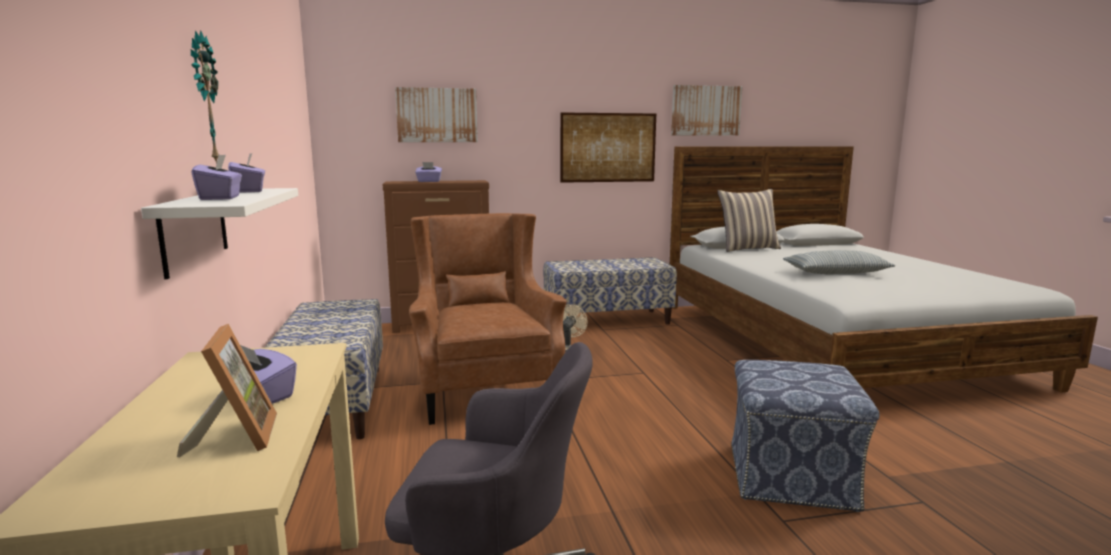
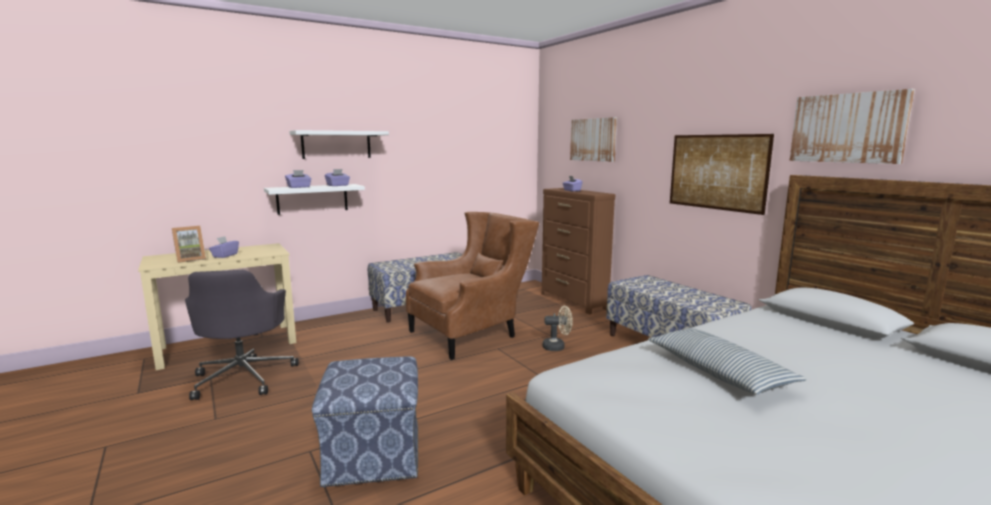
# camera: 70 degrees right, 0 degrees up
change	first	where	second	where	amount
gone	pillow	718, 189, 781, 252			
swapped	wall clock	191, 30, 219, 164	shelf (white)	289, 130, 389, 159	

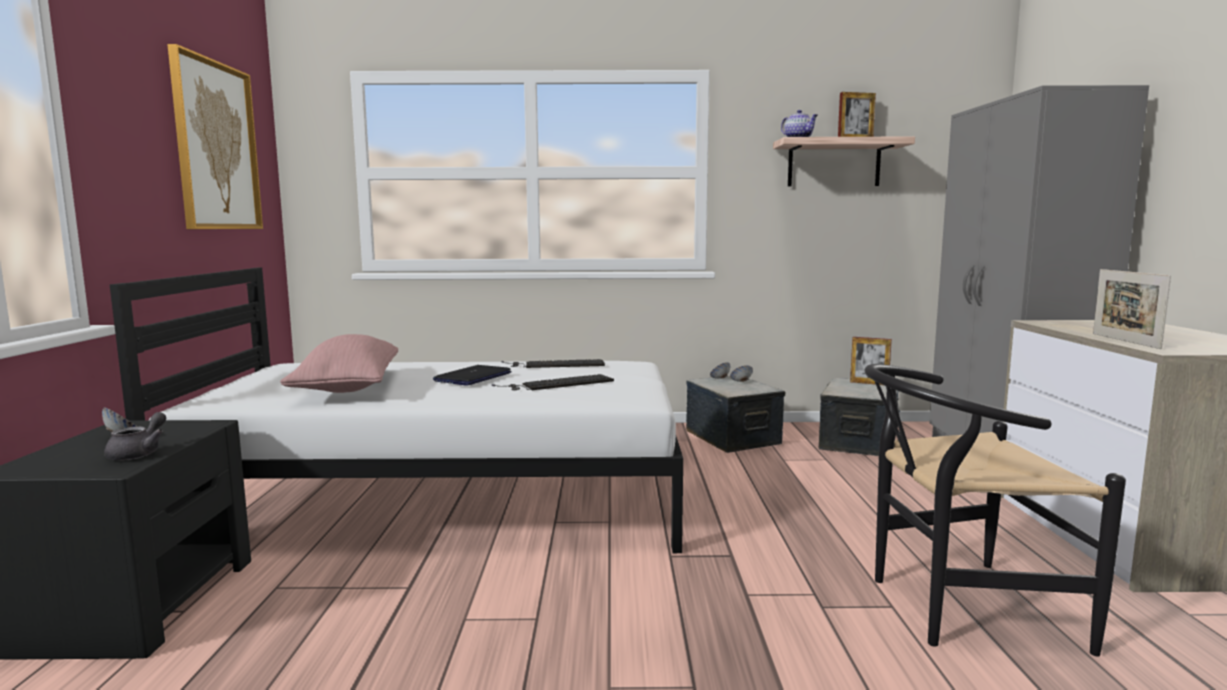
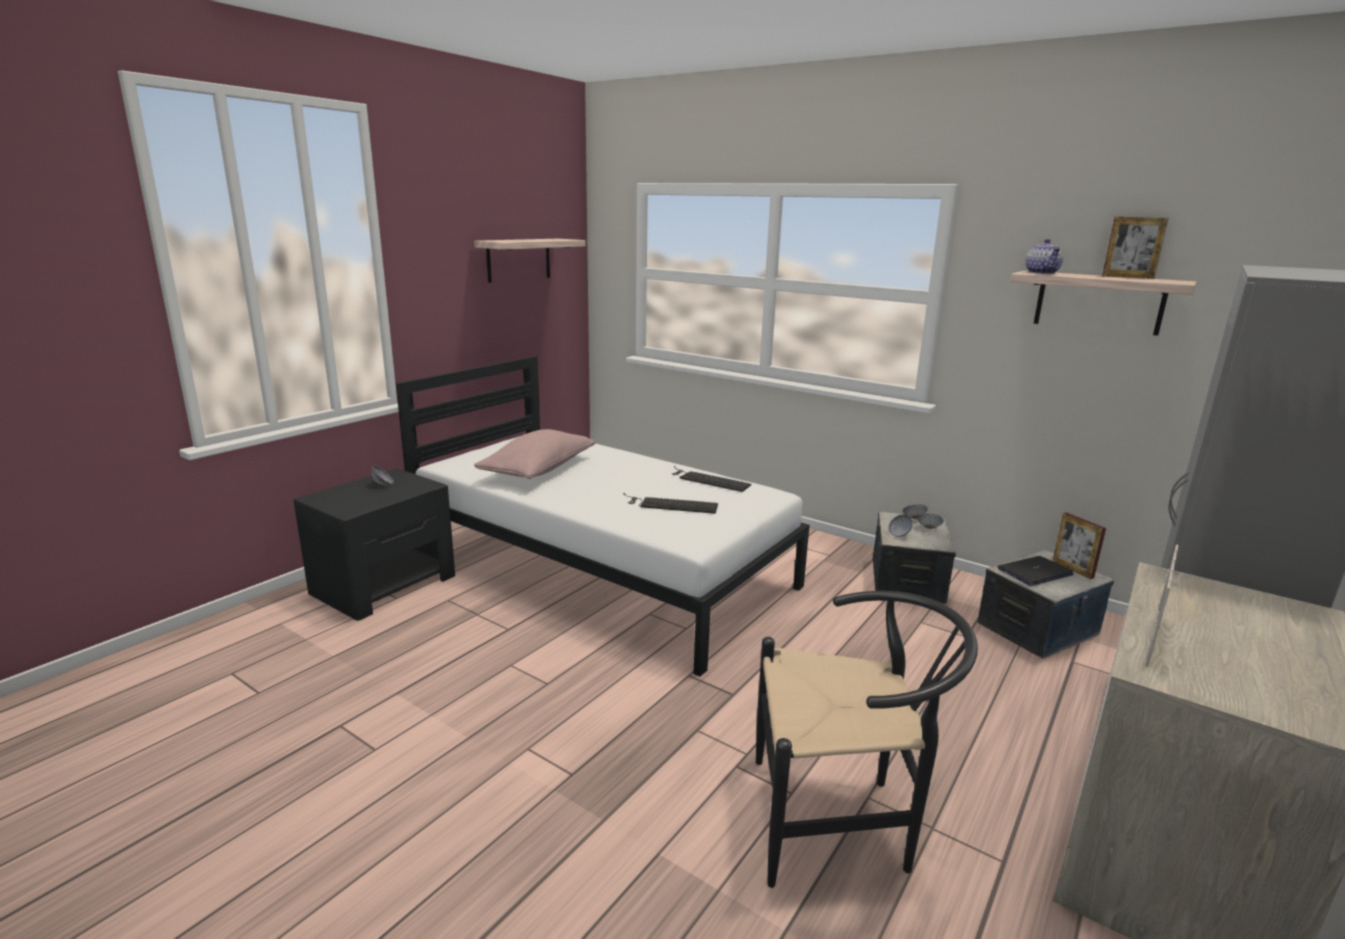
# camera: 35 degrees right, 10 degrees up
change	first	where	second	where	amount
gone	teapot (grey)	104, 412, 166, 460			
new			bowl	888, 514, 913, 537	
shifted	laptop	433, 365, 512, 386		997, 556, 1074, 586	
swapped	picture	167, 44, 263, 229	shelf	474, 239, 586, 283	
rotated	chair (black)	864, 364, 1126, 657		756, 591, 978, 888	150 degrees clockwise

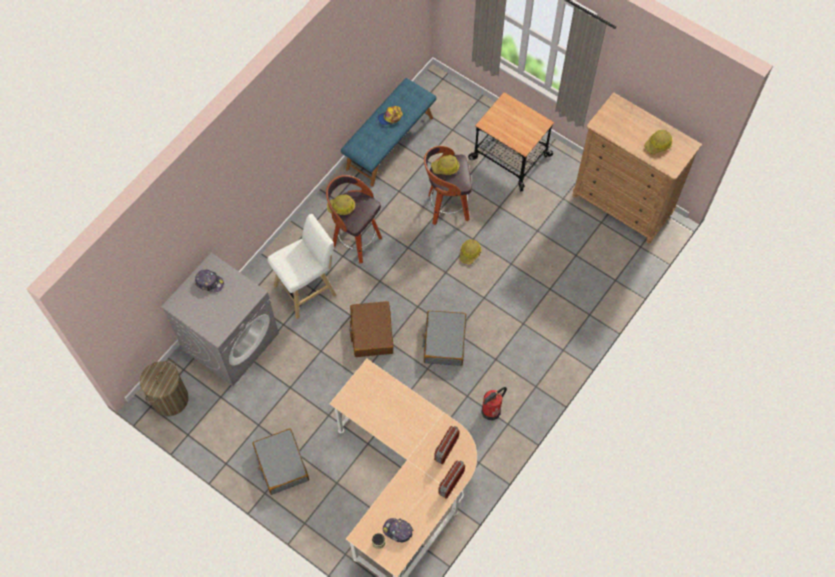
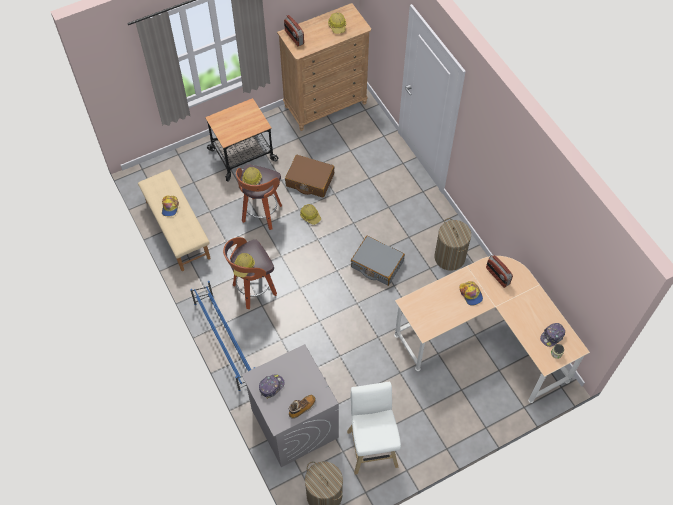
# camera: 65 degrees left, 5 degrees down
change	first	where	second	where	amount
gone	suitcase (grey)	253, 428, 309, 495			
new			shoe rack (blue)	190, 281, 255, 391	
new			boot	289, 395, 316, 419	
new			cap	459, 281, 483, 306	
shifted	stool (white)	267, 214, 336, 319		347, 381, 401, 475	
shifted	suitcase (brown)	349, 301, 393, 357		285, 155, 334, 198	
shifted	radio	438, 460, 465, 499		284, 15, 304, 46	
swapped	fire extinguisher	481, 387, 507, 420	laundry basket	435, 218, 471, 271	
repainted	bench (blue)	341, 78, 437, 187	bench (beige)	138, 170, 211, 271	

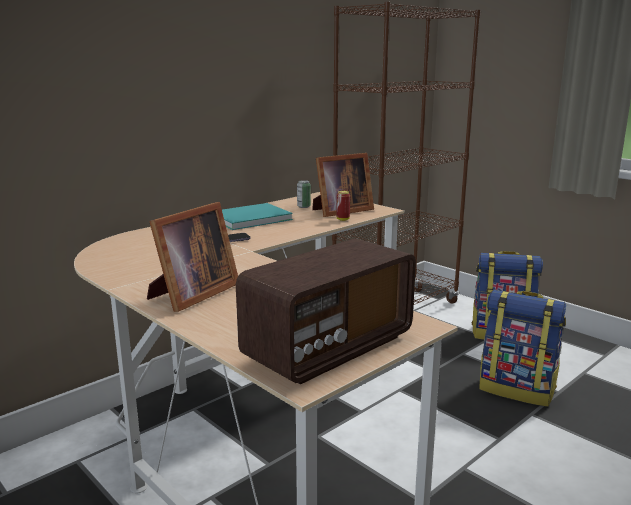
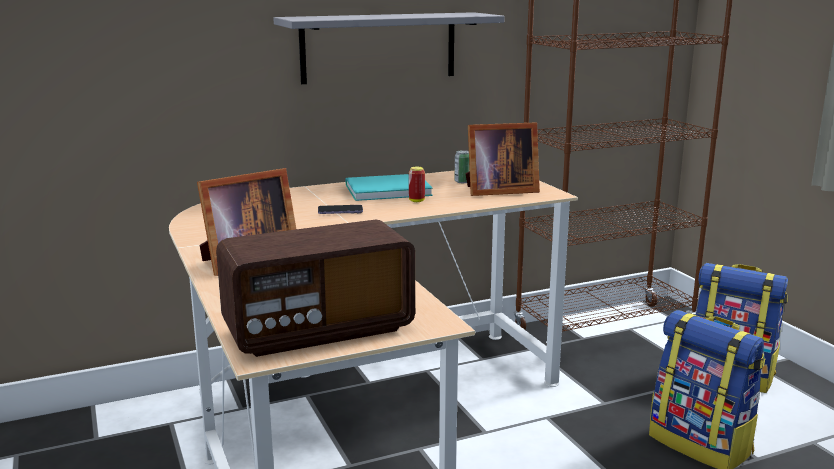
# camera: 20 degrees right, 0 degrees up
change	first	where	second	where	amount
new			shelf (grey)	273, 12, 505, 84	
shifted	can	337, 191, 350, 221		409, 167, 425, 202	

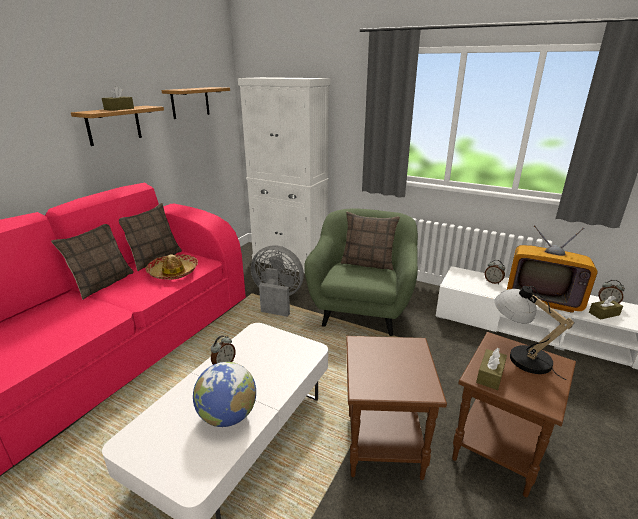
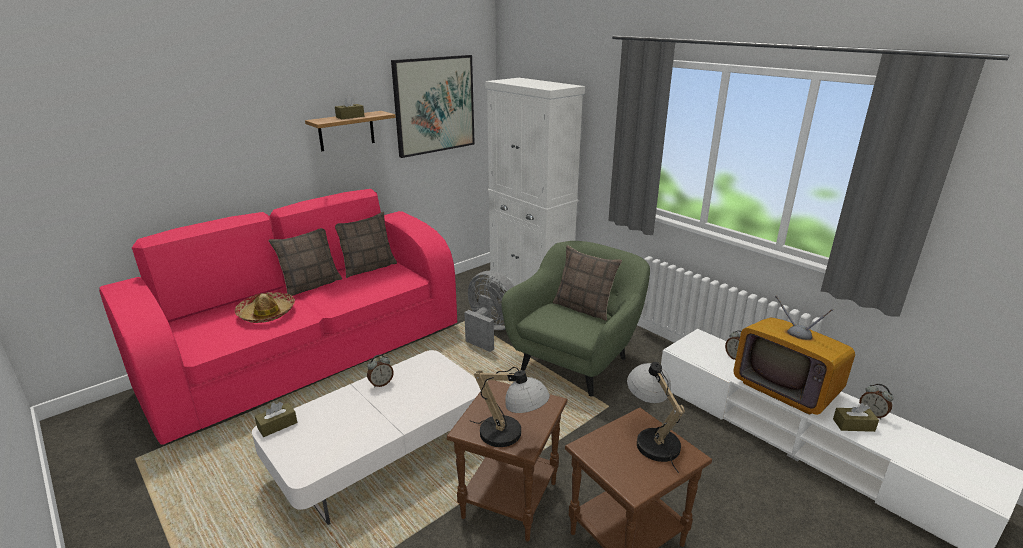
# camera: 20 degrees right, 0 degrees up
change	first	where	second	where	amount
gone	globe	193, 362, 256, 427			
new			table lamp	471, 367, 550, 447	
shifted	hat	146, 254, 198, 280		235, 292, 295, 323	
shifted	tissue box (brown)	476, 348, 507, 390		255, 402, 297, 437	
swapped	shelf	162, 87, 230, 119	picture	391, 55, 475, 158	

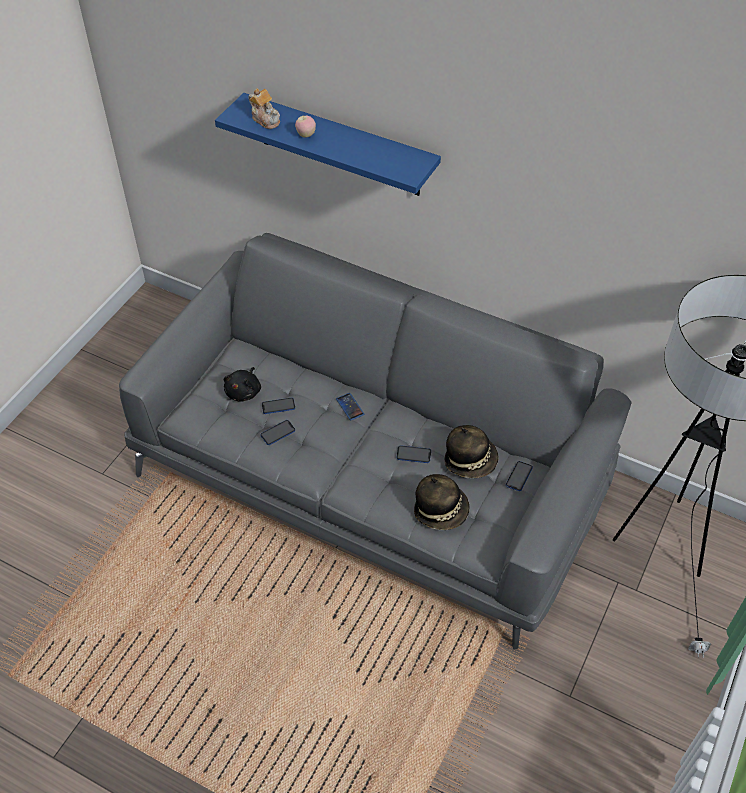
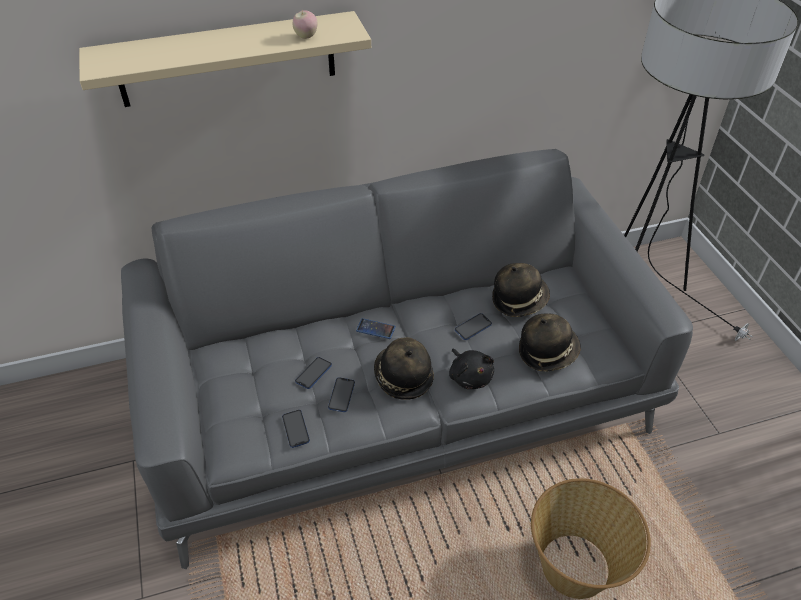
# camera: 45 degrees left, 5 degrees down
change	first	where	second	where	amount
gone	teapot	248, 88, 280, 129			
new			hat	374, 337, 434, 400	
new			basket	531, 478, 651, 599	
shifted	plush toy (black)	224, 367, 261, 402		449, 349, 494, 389	
shifted	apple	295, 116, 316, 138		293, 10, 317, 39	
shifted	phone	506, 461, 533, 491		282, 410, 310, 448	
repainted	shelf (blue)	215, 93, 441, 196	shelf (beige)	79, 11, 371, 107	

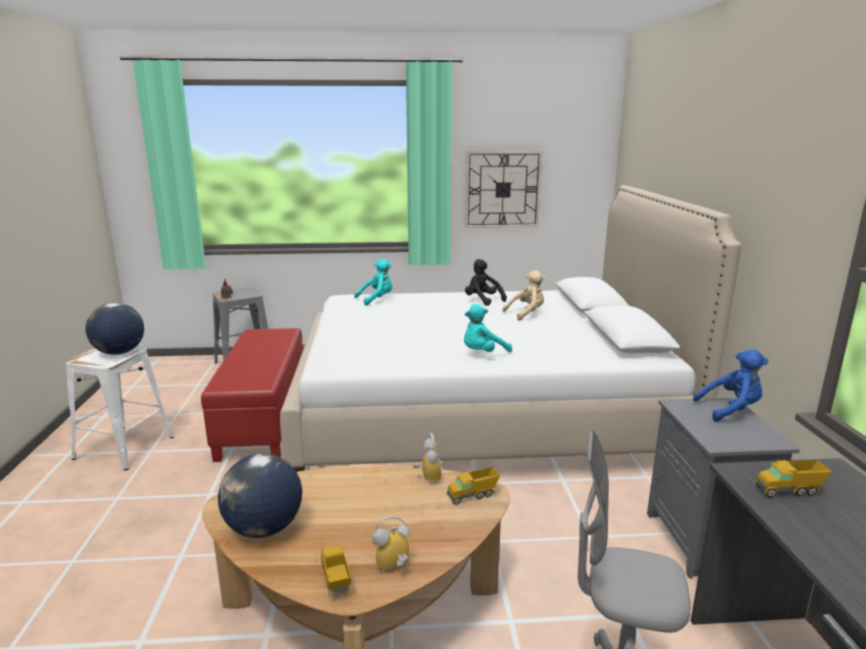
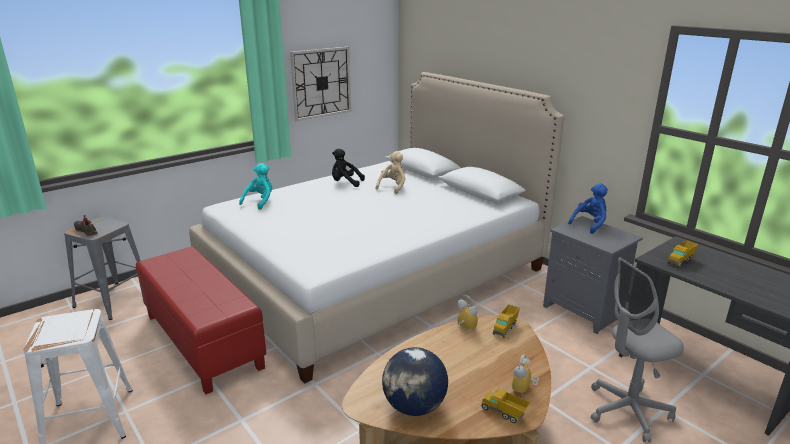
# camera: 35 degrees left, 5 degrees up
change	first	where	second	where	amount
gone	globe	85, 303, 144, 355			
gone	plush toy (turquoise)	464, 304, 512, 353			

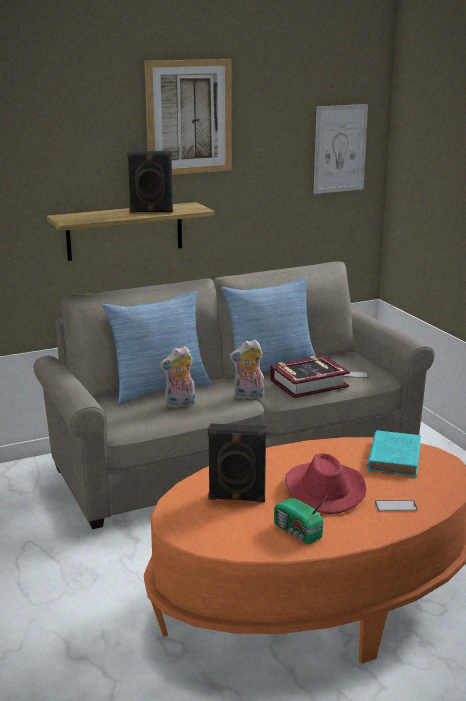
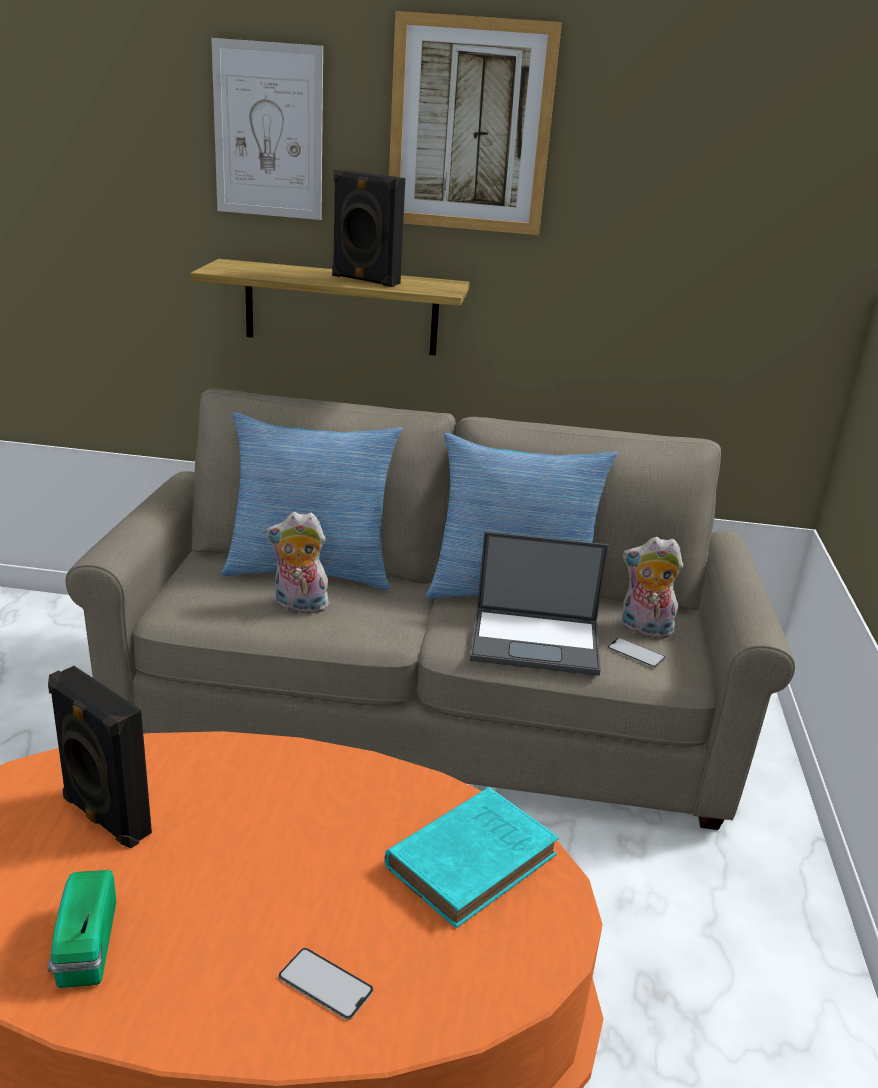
# camera: 30 degrees right, 5 degrees up
change	first	where	second	where	amount
gone	hat (red)	286, 453, 366, 514			
shifted	plush toy	229, 339, 264, 400		622, 537, 683, 638	
shifted	picture	314, 104, 368, 194		211, 38, 323, 220	
swapped	book	270, 355, 350, 398	laptop	470, 531, 609, 676	

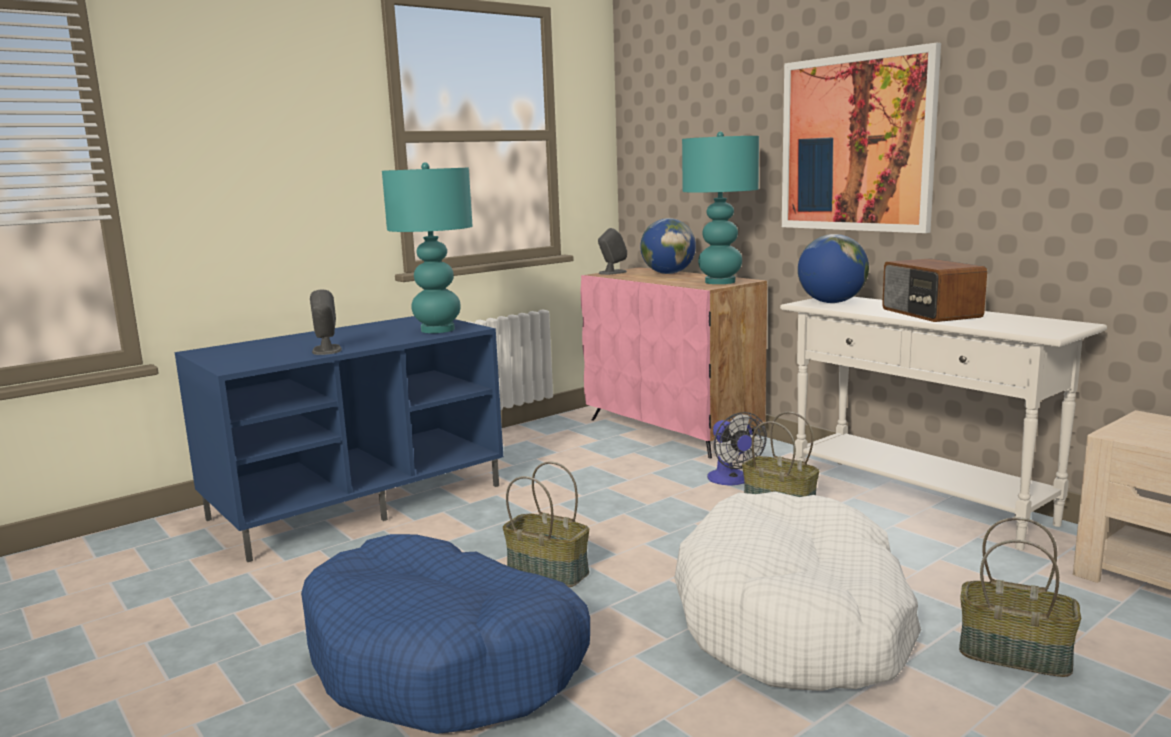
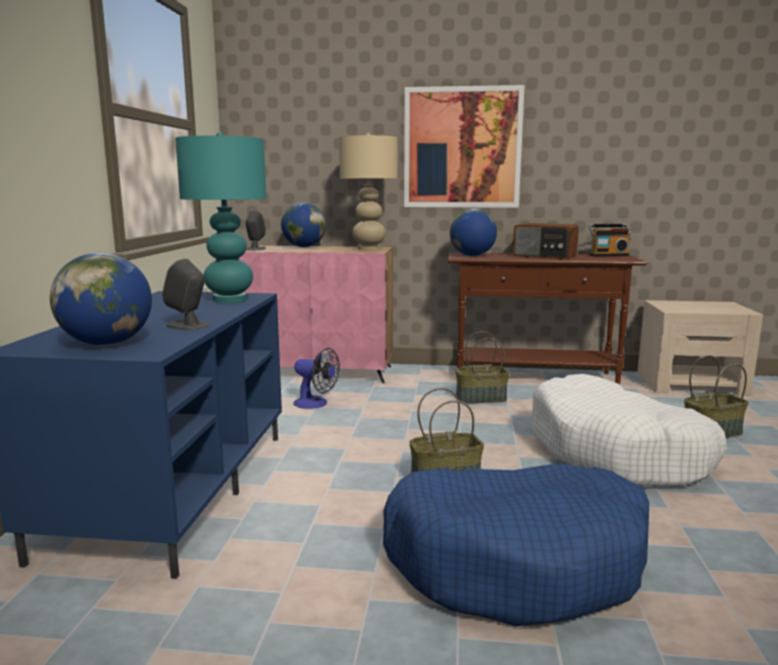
# camera: 45 degrees left, 0 degrees up
change	first	where	second	where	amount
new			globe	50, 253, 152, 345	
new			radio	588, 224, 631, 257	
shifted	fan	707, 412, 767, 486		293, 348, 340, 409	
repainted	table lamp (turquoise)	682, 132, 759, 284	table lamp (beige)	339, 133, 397, 250	
repainted	console table (white)	780, 297, 1107, 550	console table (brown)	448, 252, 647, 385	

